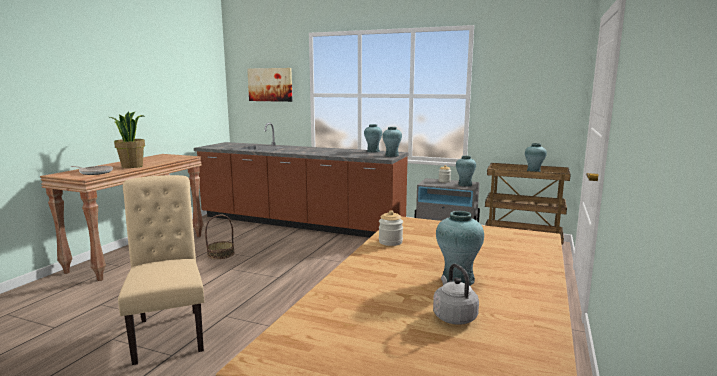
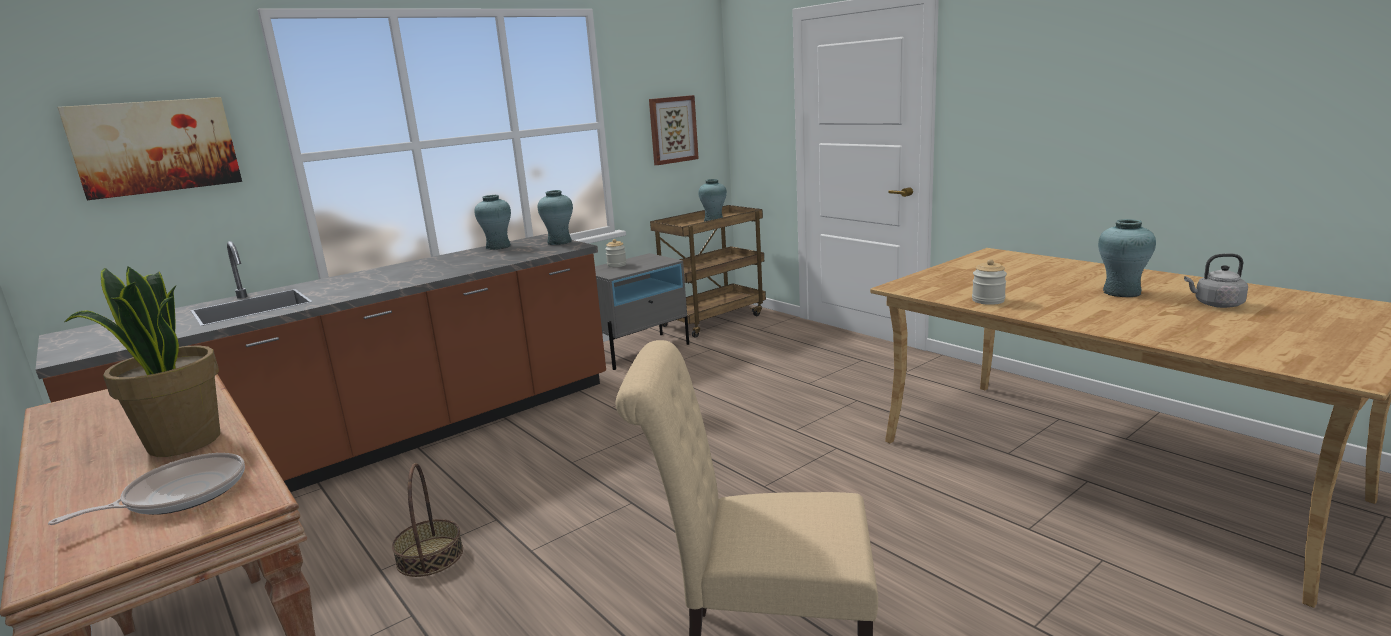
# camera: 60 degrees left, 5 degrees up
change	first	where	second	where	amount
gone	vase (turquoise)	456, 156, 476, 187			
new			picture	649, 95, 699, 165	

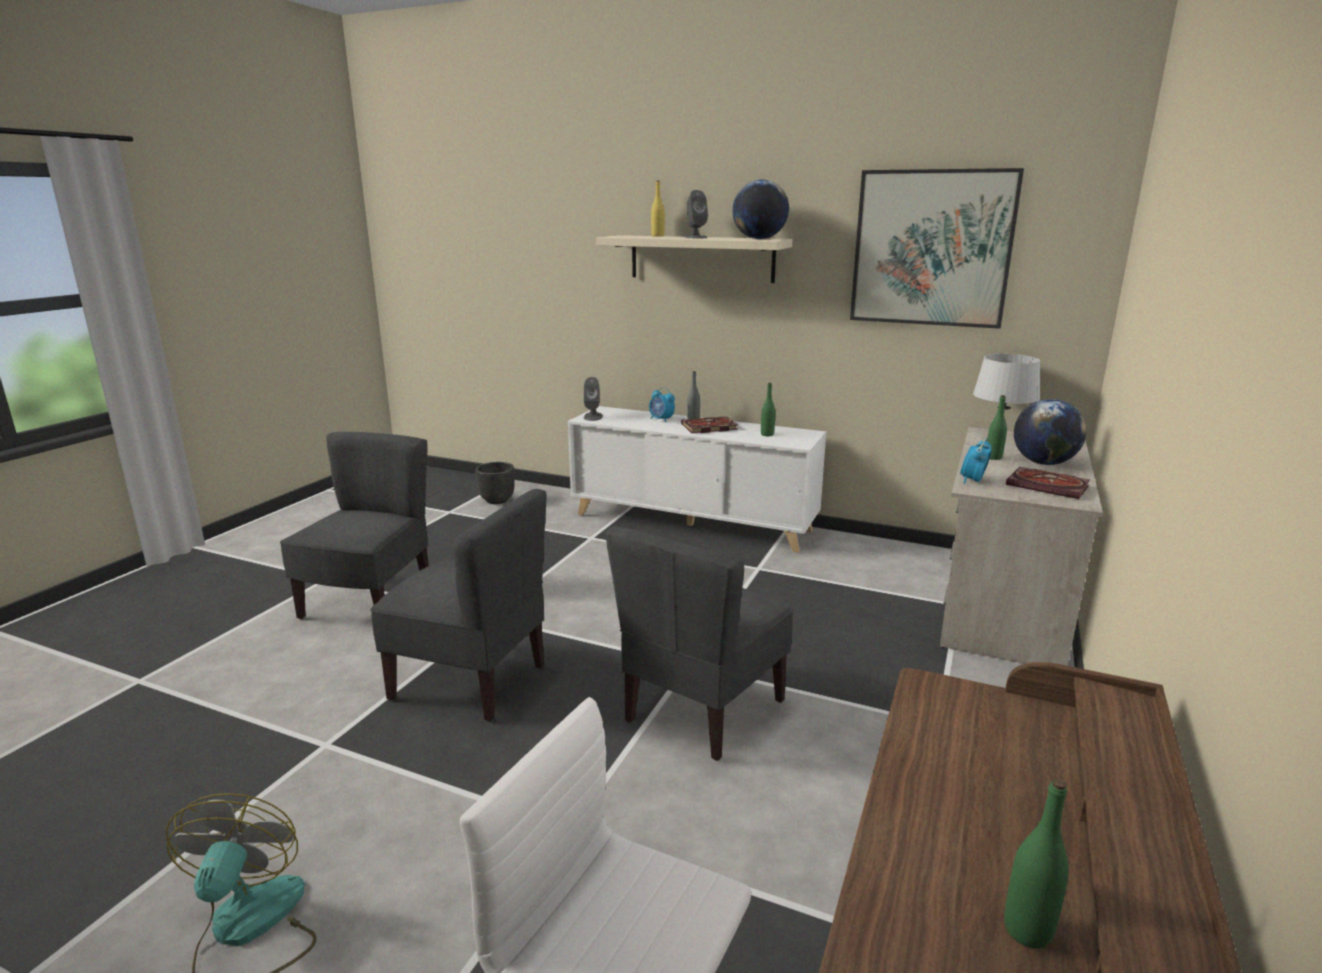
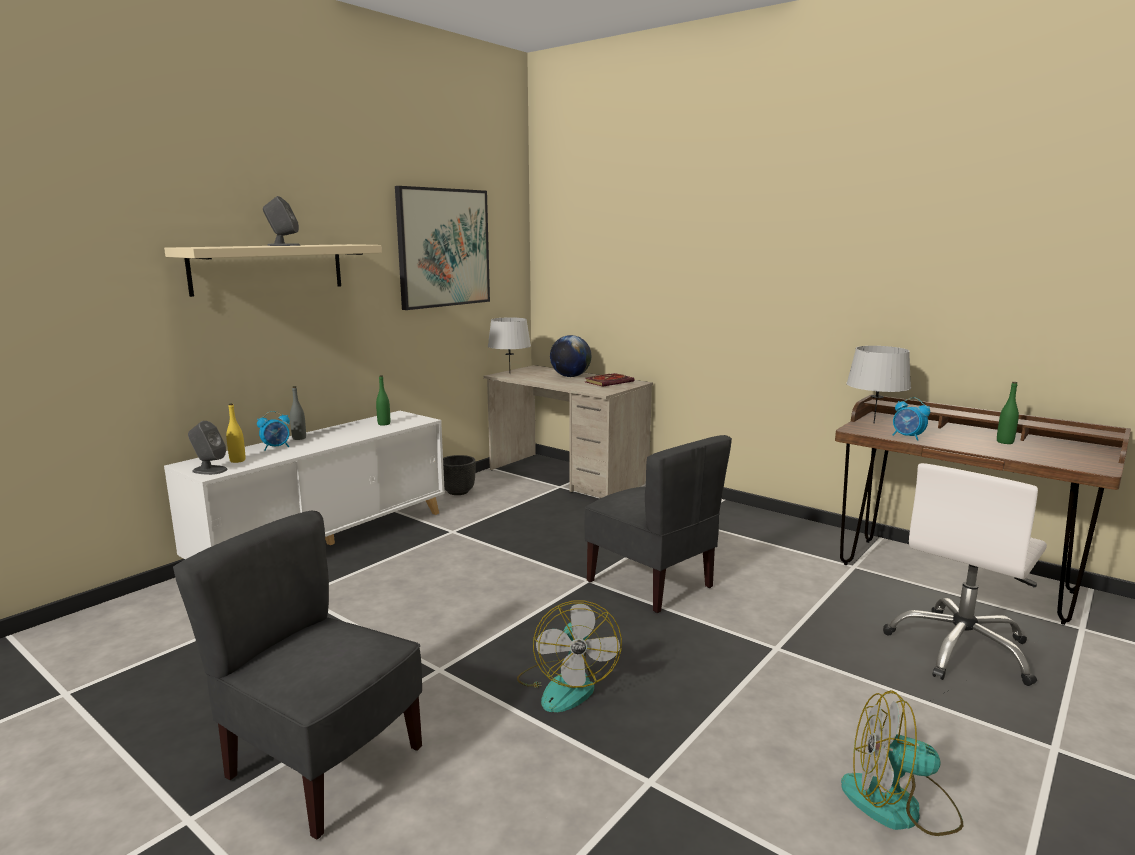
# camera: 75 degrees left, 5 degrees down
change	first	where	second	where	amount
gone	book	681, 416, 738, 433			
gone	globe	732, 179, 789, 239			
gone	bottle (green)	987, 395, 1007, 460			
new			table lamp (grey)	846, 346, 911, 424	
shifted	planter (black)	475, 462, 515, 504		443, 455, 476, 495	
shifted	bottle (yellow)	651, 181, 665, 237		226, 403, 245, 463	
shifted	alarm clock	960, 438, 992, 484		893, 397, 930, 441	
swapped	chair (grey)	370, 489, 546, 721	fan	517, 601, 622, 712	

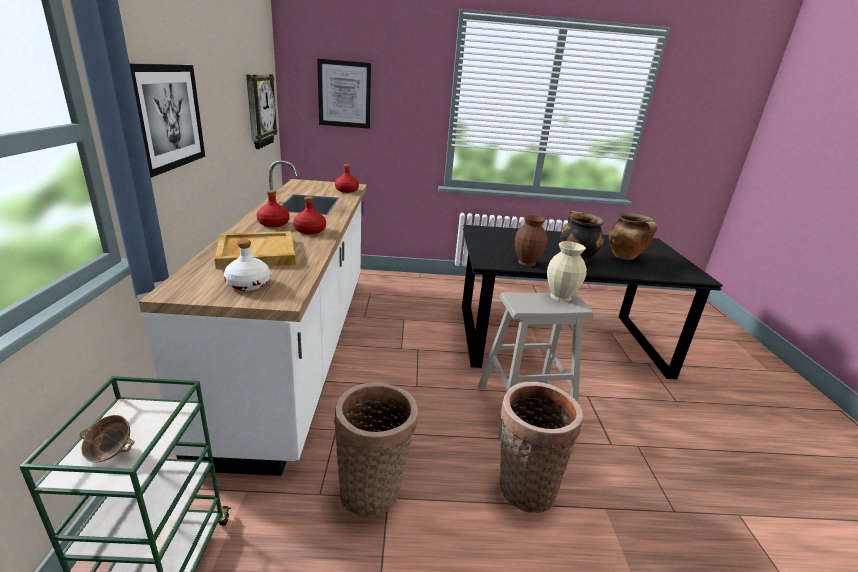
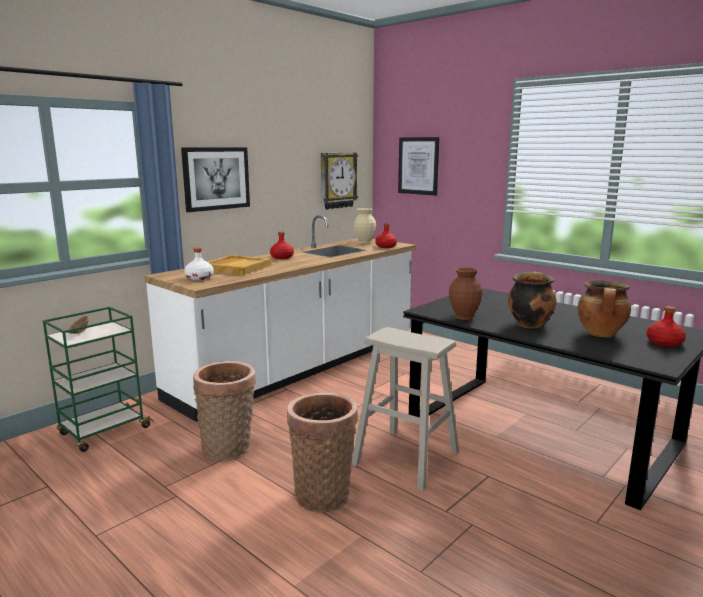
# camera: 45 degrees right, 10 degrees down
change	first	where	second	where	amount
shifted	bottle (red)	293, 196, 326, 234		646, 306, 686, 347	
shifted	vase (beige)	547, 241, 587, 302		353, 208, 376, 244	

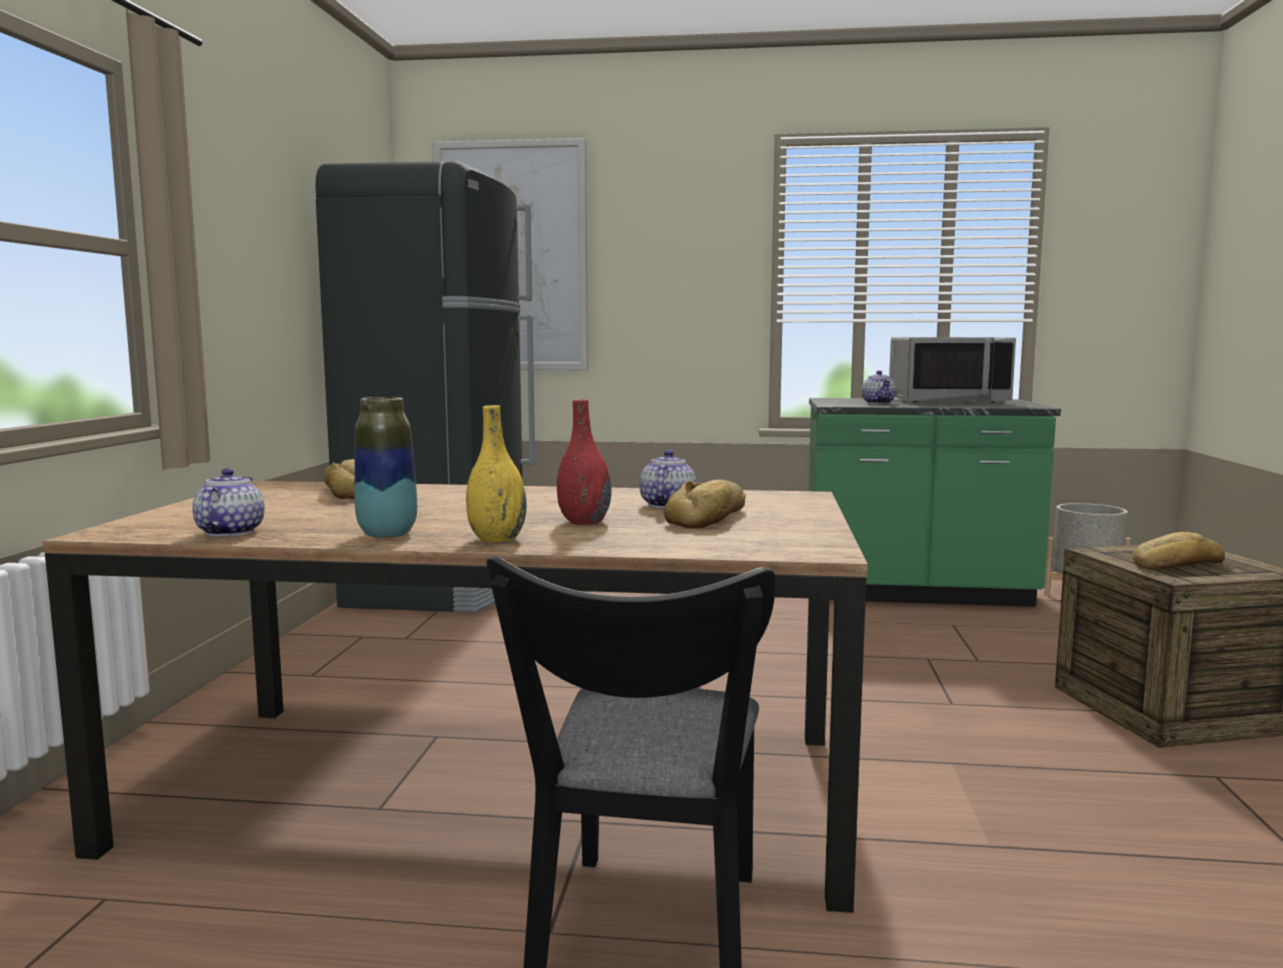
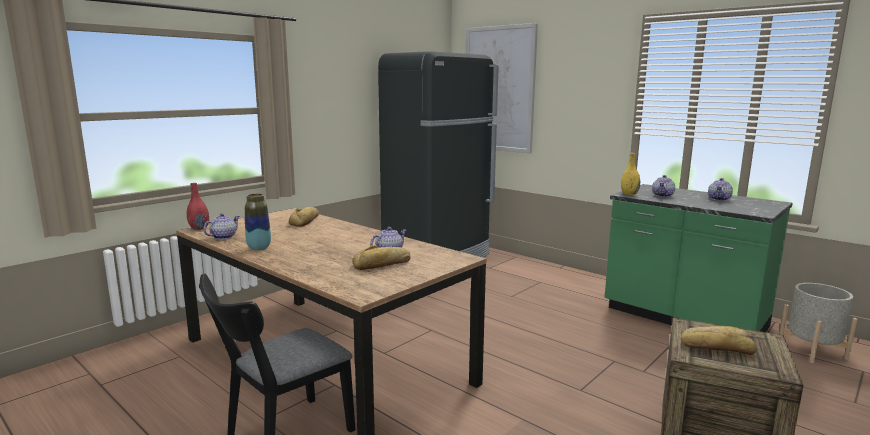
# camera: 35 degrees right, 5 degrees up
change	first	where	second	where	amount
shifted	vase (yellow)	466, 405, 527, 543		621, 153, 640, 195	
shifted	vase (red)	557, 399, 612, 525		187, 183, 209, 230	
swapped	microwave (grey)	889, 337, 1016, 403	teapot	708, 178, 733, 201	

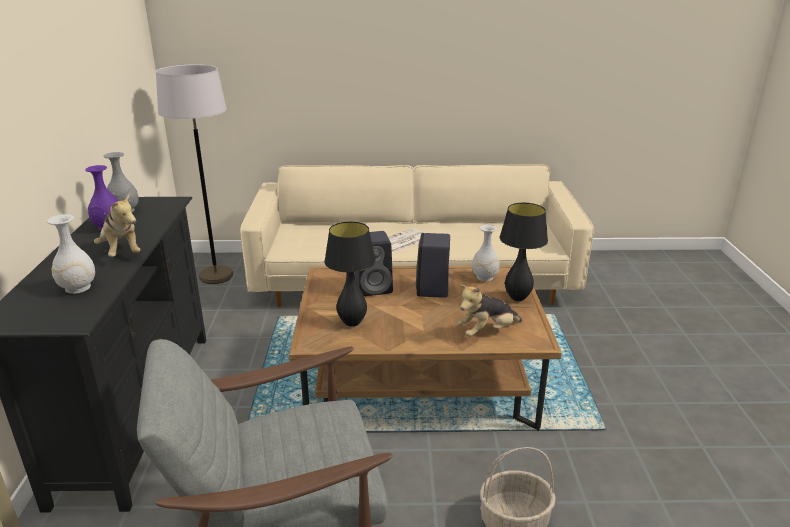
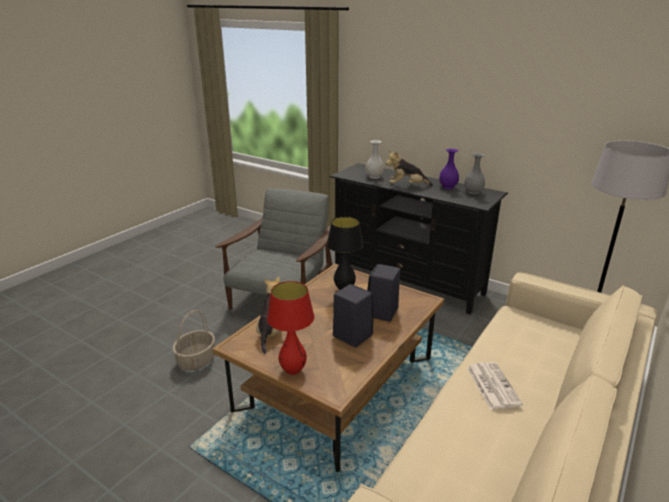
# camera: 125 degrees right, 0 degrees up
change	first	where	second	where	amount
gone	vase (white)	472, 224, 500, 281			
repainted	table lamp (black)	499, 203, 548, 301	table lamp (red)	267, 281, 314, 375	

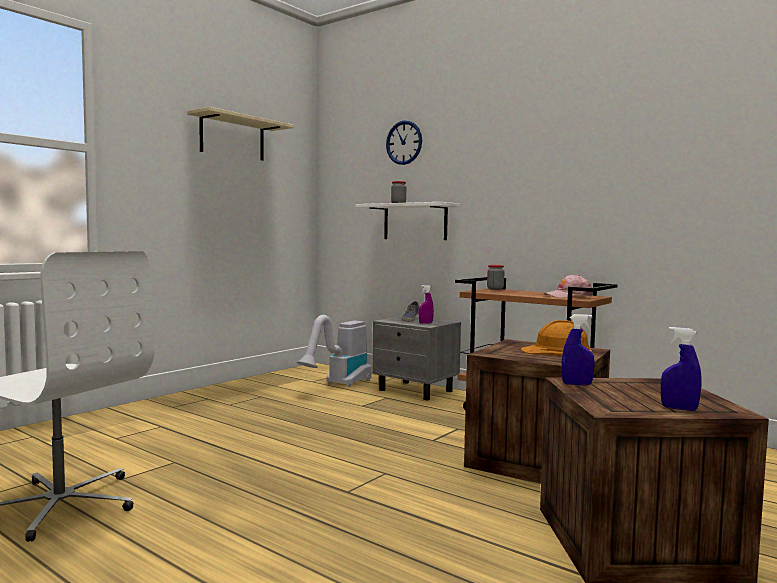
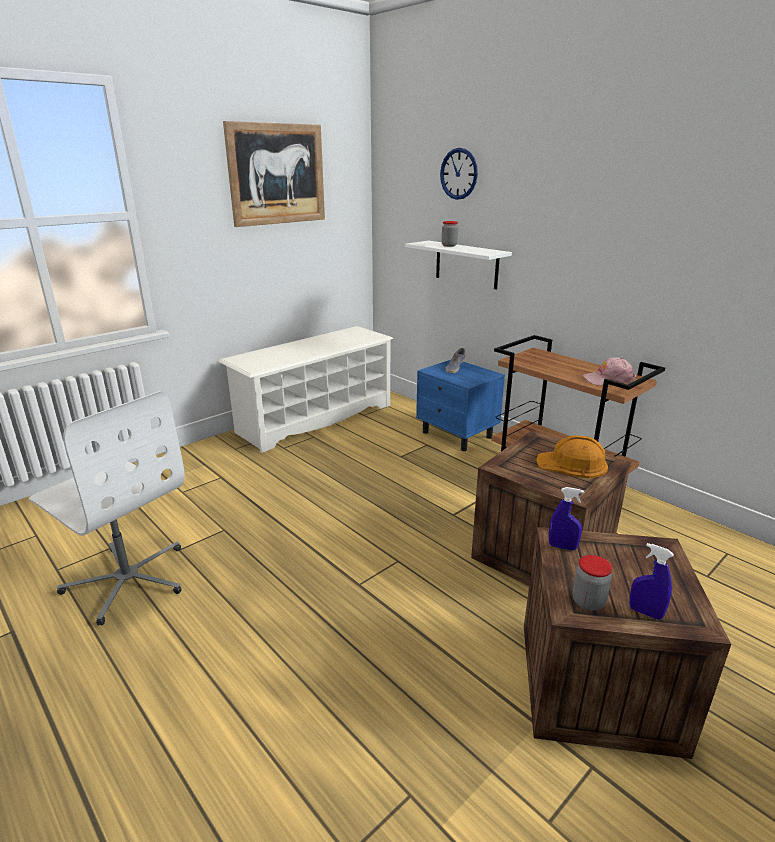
# camera: 10 degrees right, 20 degrees up
change	first	where	second	where	amount
gone	vacuum cleaner	297, 315, 372, 387			
gone	spray bottle (purple)	419, 285, 434, 324			
new			shoe rack (white)	219, 326, 393, 453	
shifted	jar	487, 265, 504, 290		572, 555, 612, 611	
swapped	shelf (beige)	187, 107, 294, 161	picture	223, 121, 325, 227	
repainted	nightstand (grey)	372, 317, 461, 400	nightstand (blue)	416, 360, 505, 451	

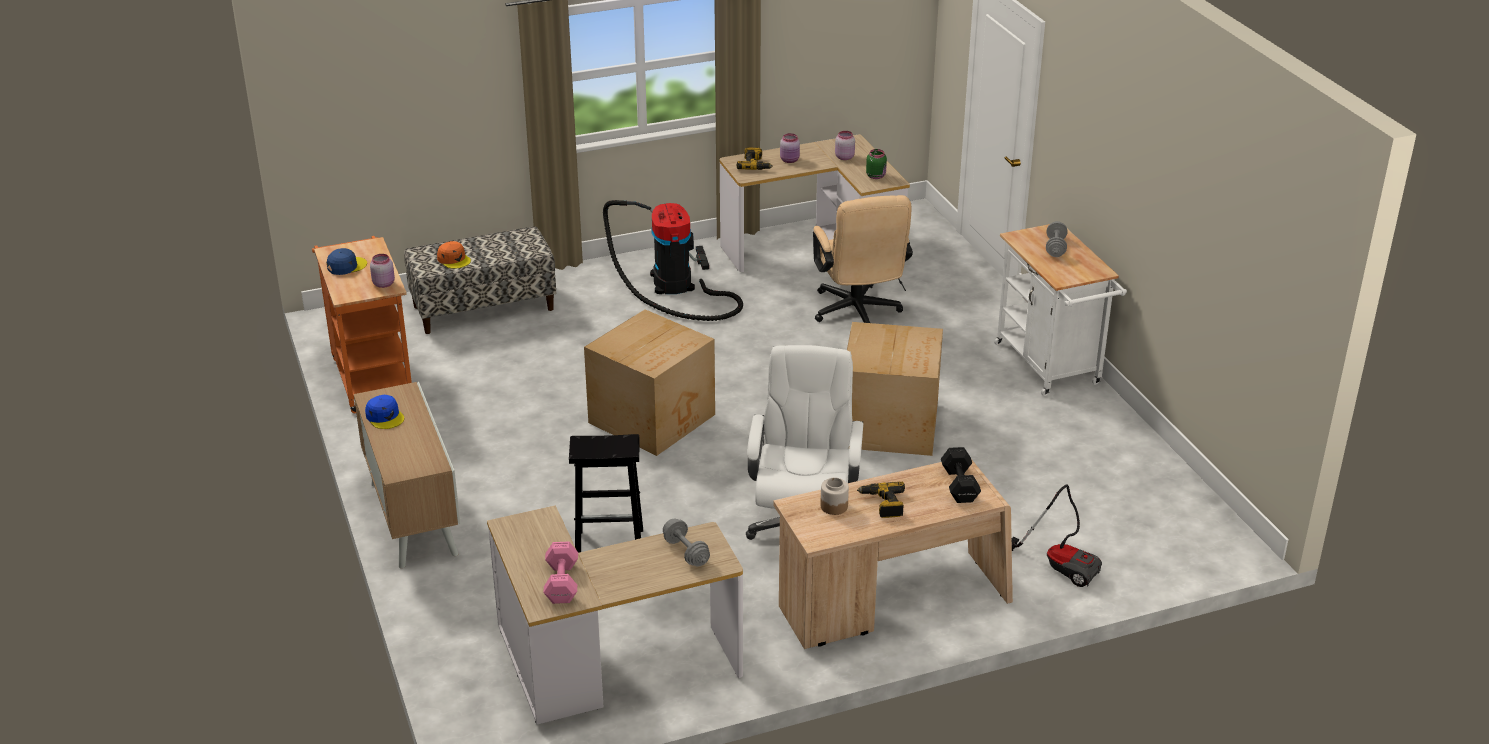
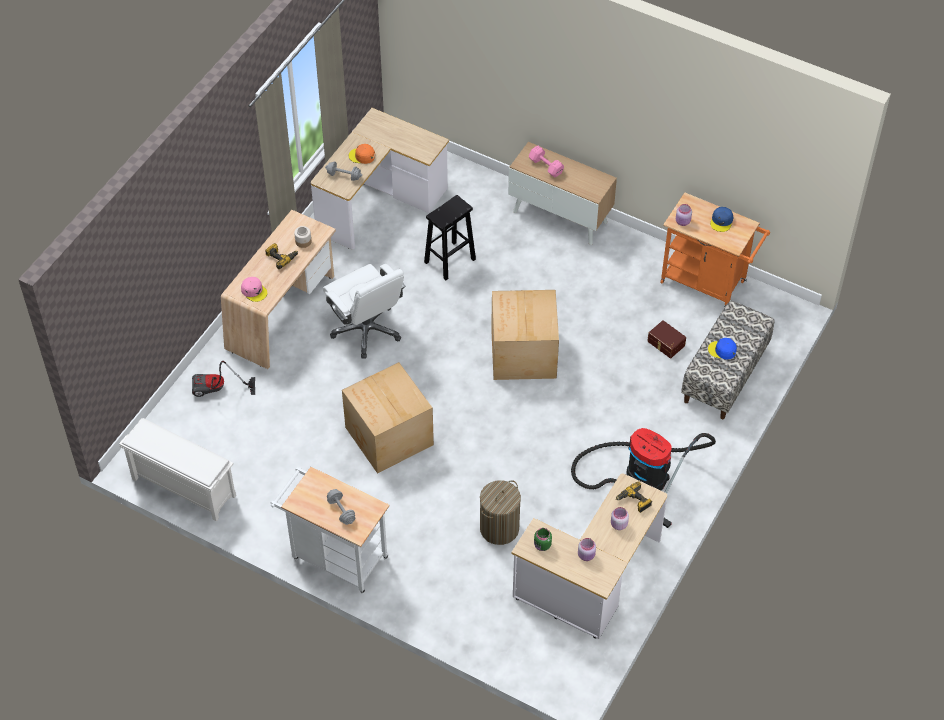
# camera: 140 degrees right, 20 degrees up
change	first	where	second	where	amount
new			shoe rack (white)	119, 418, 236, 522	
new			storage box (brown)	647, 320, 686, 358	
shifted	cap (blue)	365, 395, 404, 429		708, 338, 737, 360	
shifted	cap (orange)	437, 241, 471, 269		349, 144, 375, 164	
shifted	dumbbell (pink)	544, 542, 578, 604		529, 146, 564, 177	
swapped	office chair (beige)	813, 195, 913, 323	laundry basket	480, 480, 521, 545	
swapped	dumbbell (black)	941, 447, 981, 503	cap (pink)	241, 277, 267, 302	

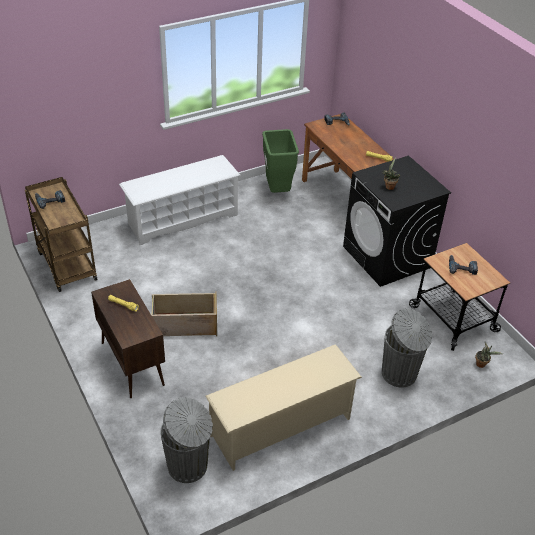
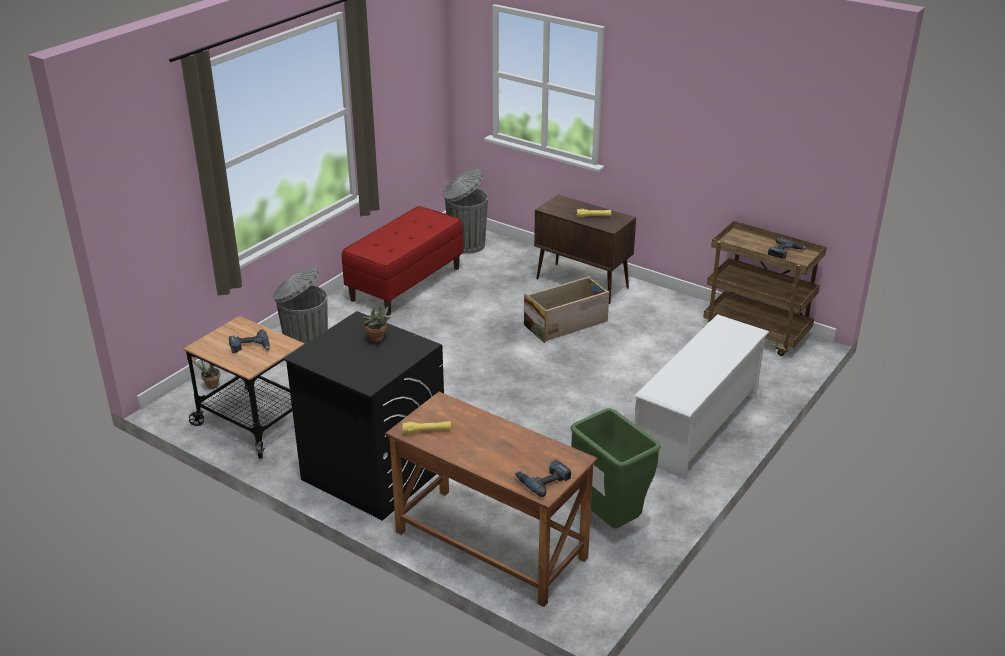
# camera: 155 degrees right, 10 degrees down
change	first	where	second	where	amount
swapped	shoe rack (beige)	205, 344, 362, 471	bench (red)	342, 206, 464, 316	

